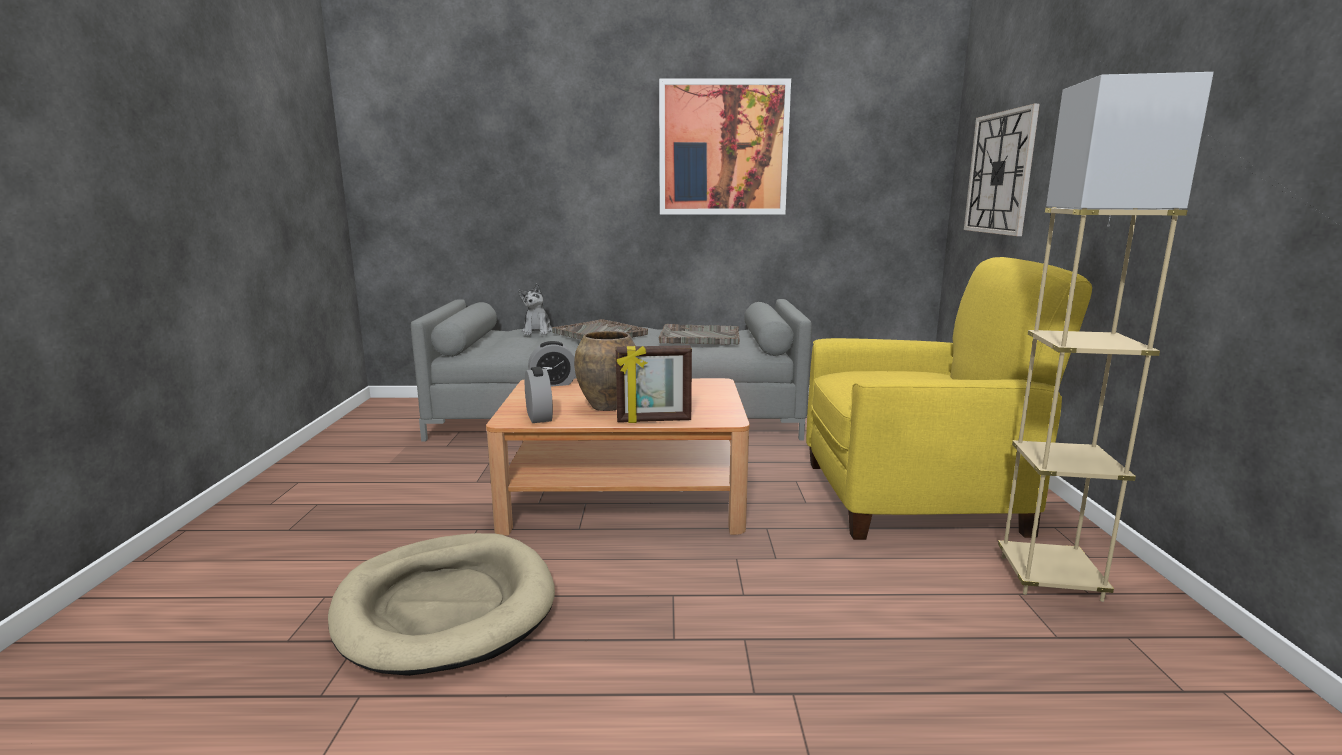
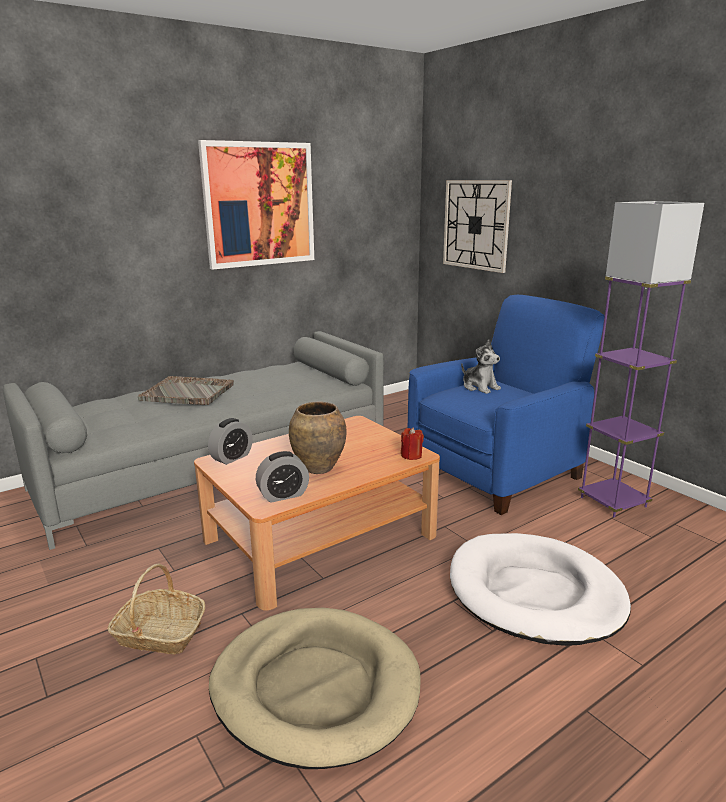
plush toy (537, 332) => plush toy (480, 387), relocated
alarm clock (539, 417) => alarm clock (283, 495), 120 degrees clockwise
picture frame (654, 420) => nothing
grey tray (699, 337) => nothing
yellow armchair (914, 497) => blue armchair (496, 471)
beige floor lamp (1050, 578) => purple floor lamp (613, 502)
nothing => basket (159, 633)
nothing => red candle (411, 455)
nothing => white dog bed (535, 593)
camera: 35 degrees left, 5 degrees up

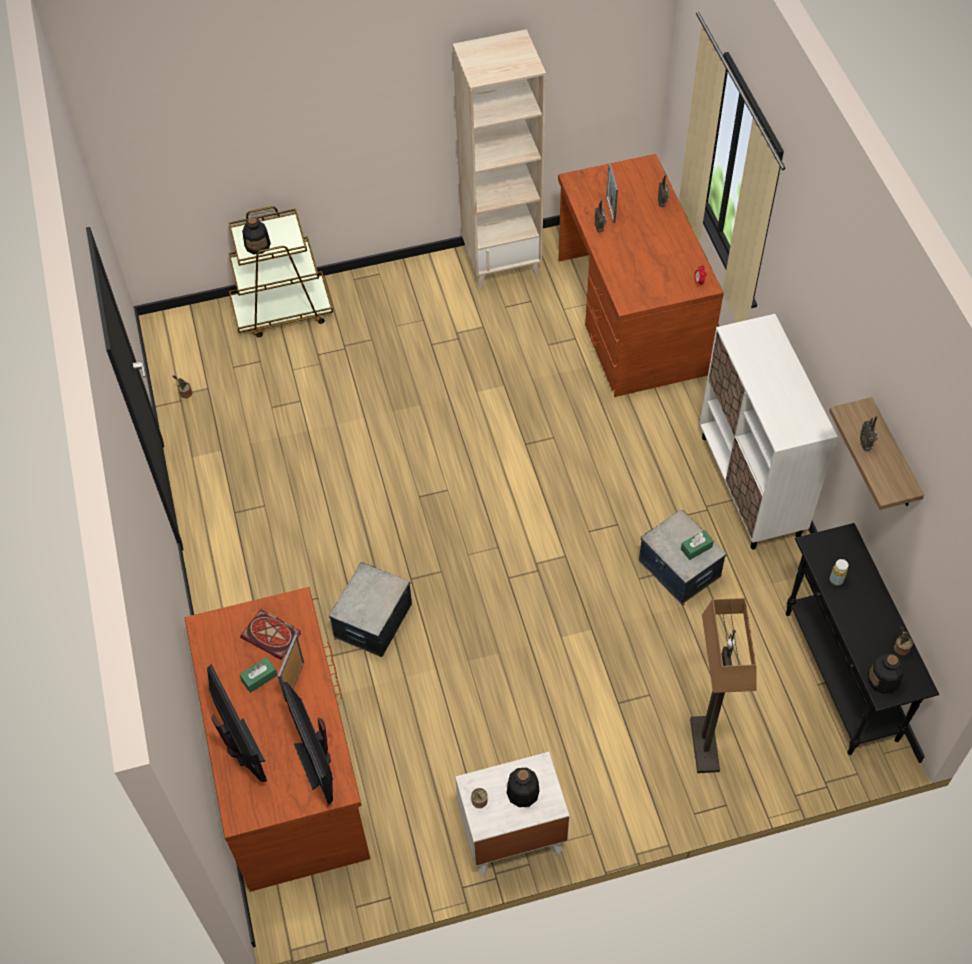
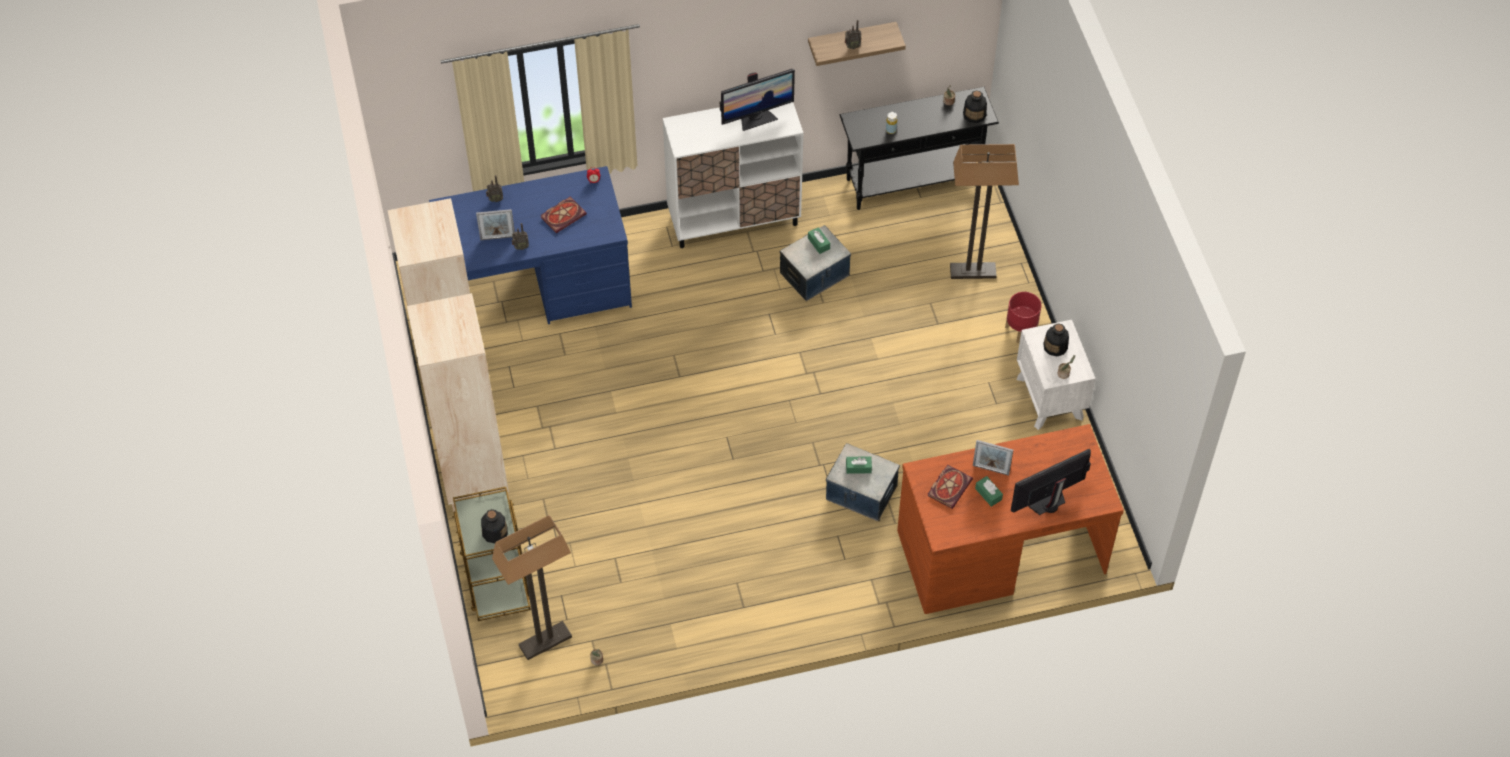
monitor (316, 761) => monitor (756, 118), relocated
brown desk (630, 316) => blue desk (537, 289)
nothing => beige bookcase (474, 480)
nothing => floor lamp (545, 642)
nothing => book (563, 215)
nothing => green tissue box (858, 467)
nothing => red planter (1021, 330)
camera: 90 degrees left, 0 degrees up

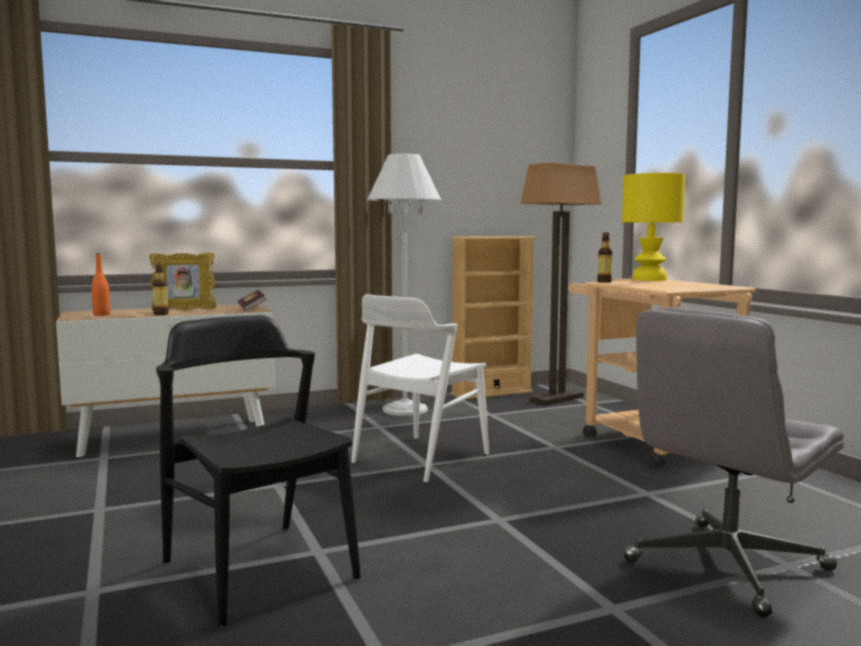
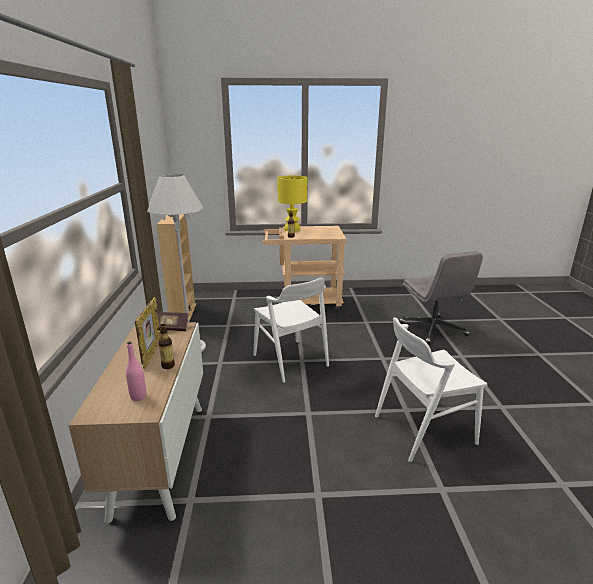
orange bottle (101, 315) => pink bottle (138, 396)
black chair (259, 570) => white chair (423, 429)
floor lamp (557, 399) => nothing
camera: 70 degrees left, 15 degrees up

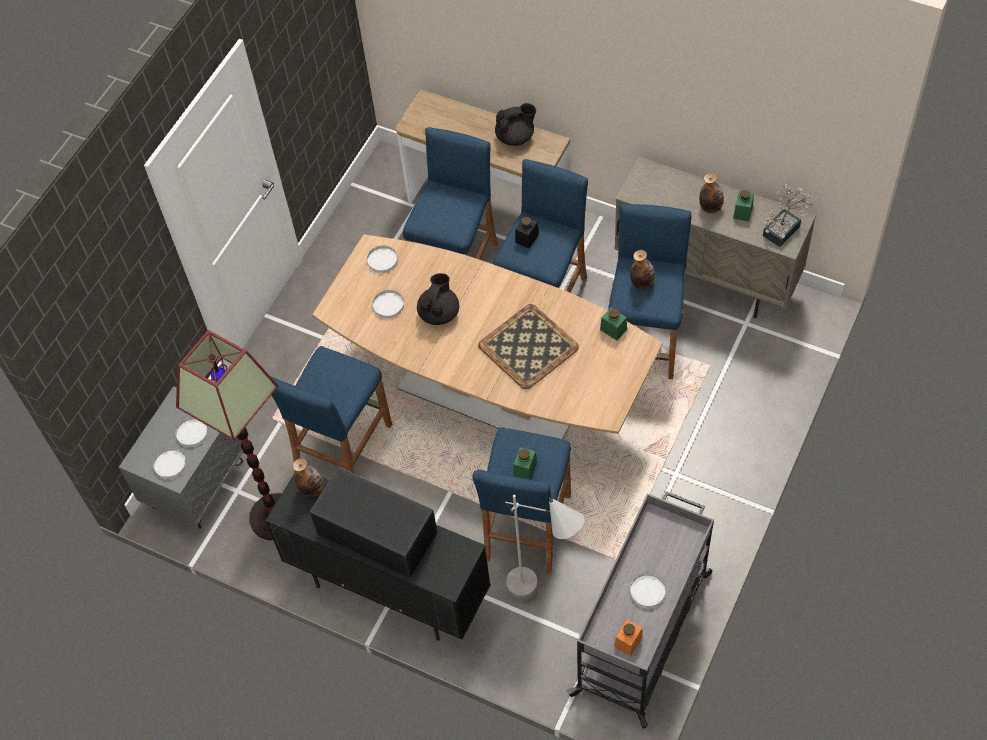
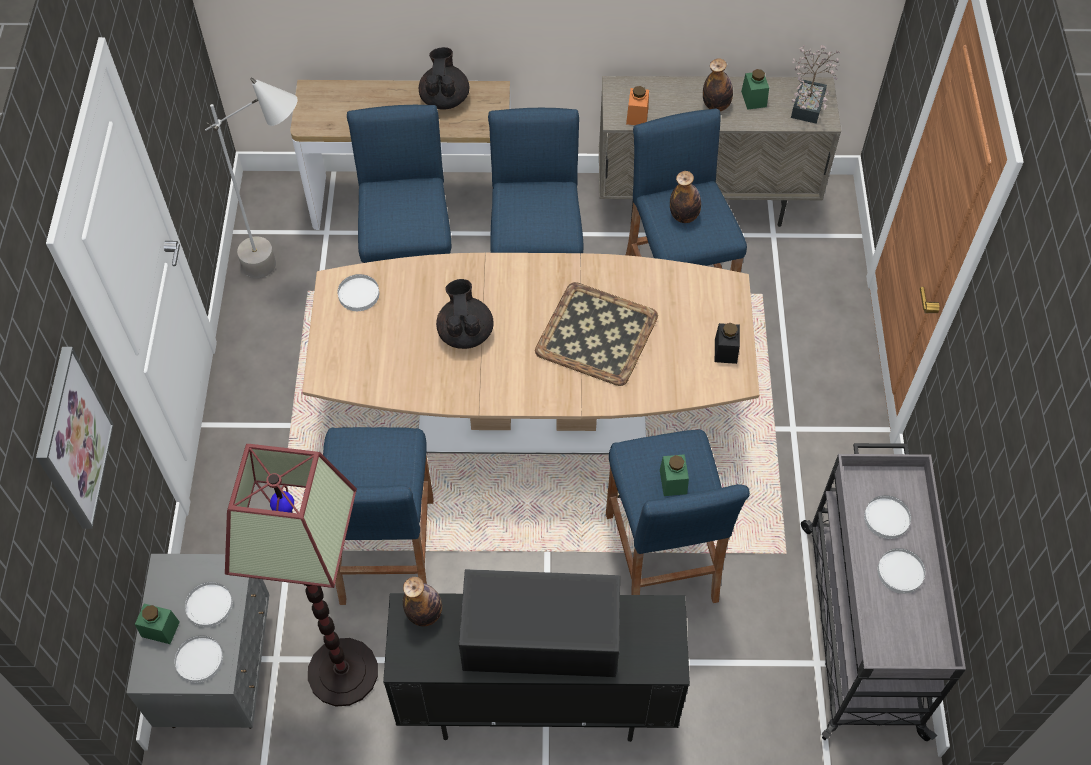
white plate (388, 305) => white plate (886, 518), relocated
black teapot (515, 137) => black teapot (444, 98), 45 degrees counterclockwise
grey floor lamp (544, 602) => grey floor lamp (287, 267), relocated
black jar (527, 238) => black jar (725, 351), relocated
green jar (613, 329) => green jar (160, 629), relocated
orange jar (628, 641) => orange jar (637, 116), relocated
nothing => picture (72, 439)
camera: 30 degrees left, 0 degrees up

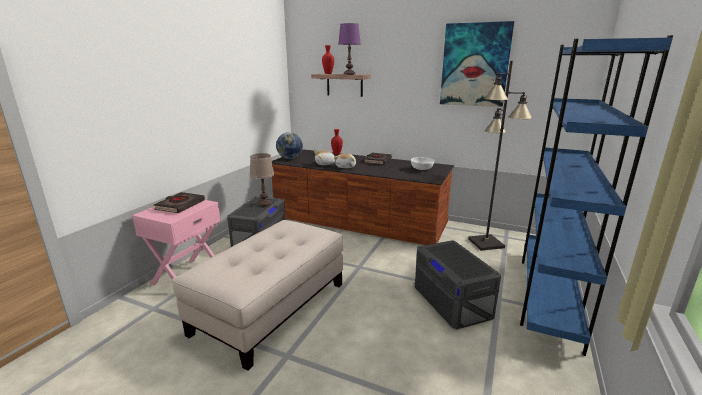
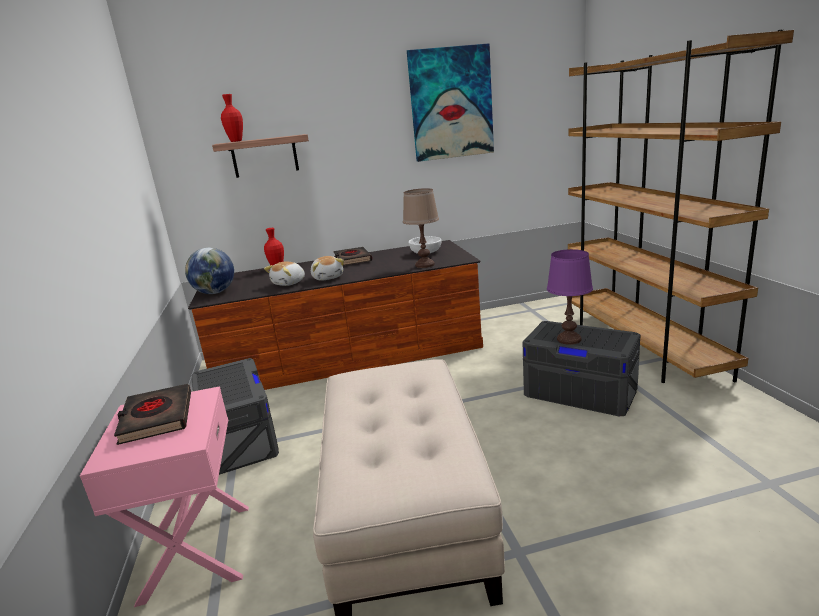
brown table lamp (264, 204) => brown table lamp (425, 265), relocated
purple table lamp (349, 74) => purple table lamp (568, 339), relocated
black floor lamp (485, 243) => nothing
blue bookcase (548, 295) => brown bookcase (642, 347)
camera: 35 degrees left, 0 degrees up

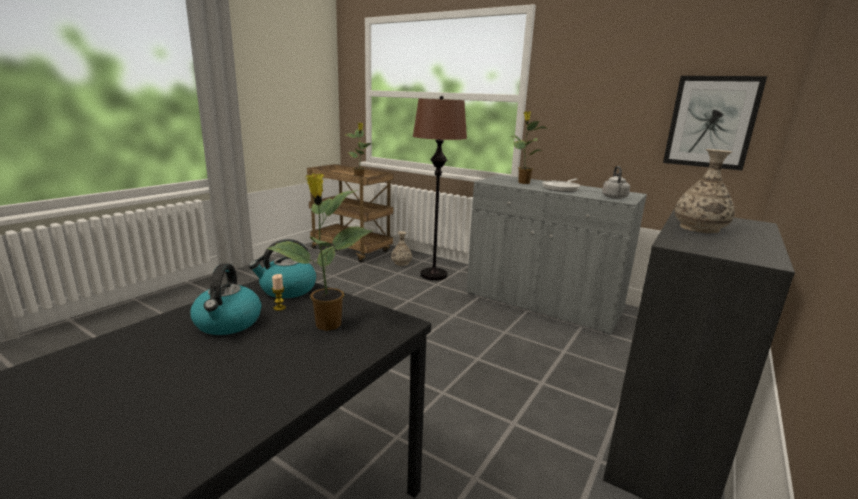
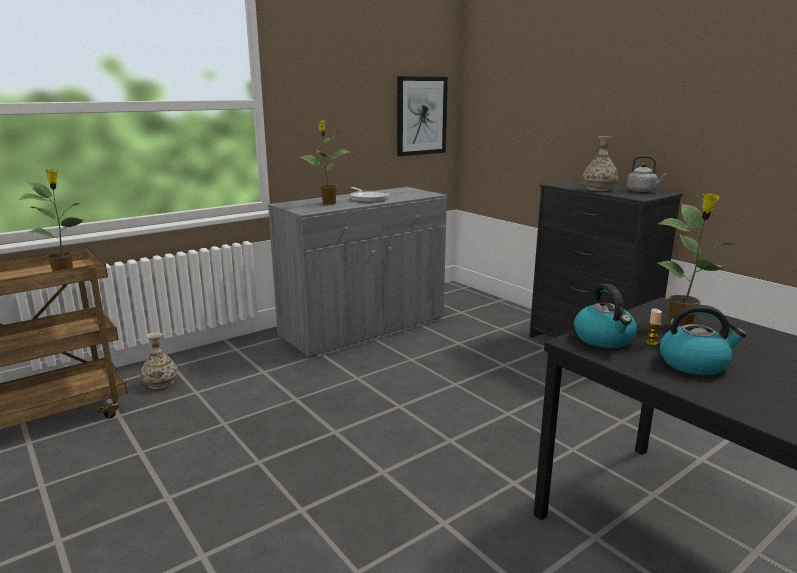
brown floor lamp (434, 275) => nothing
grey kettle (614, 198) => grey kettle (642, 191), relocated
camera: 70 degrees left, 0 degrees up

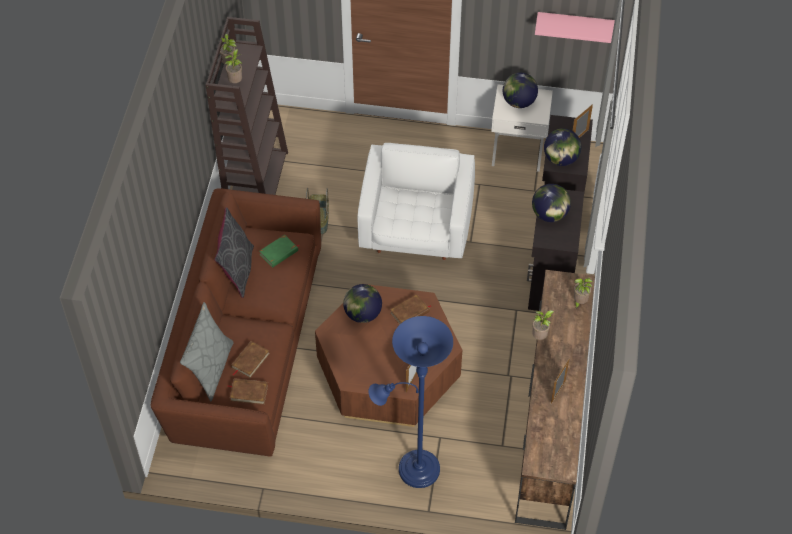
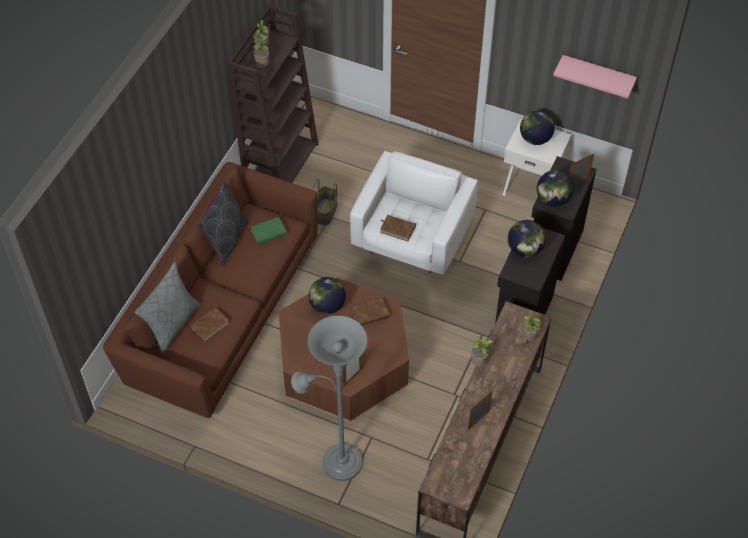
brown book (249, 392) => brown book (397, 229), relocated
blue floor lamp (413, 469) => grey floor lamp (337, 461)
camera: 15 degrees right, 0 degrees up

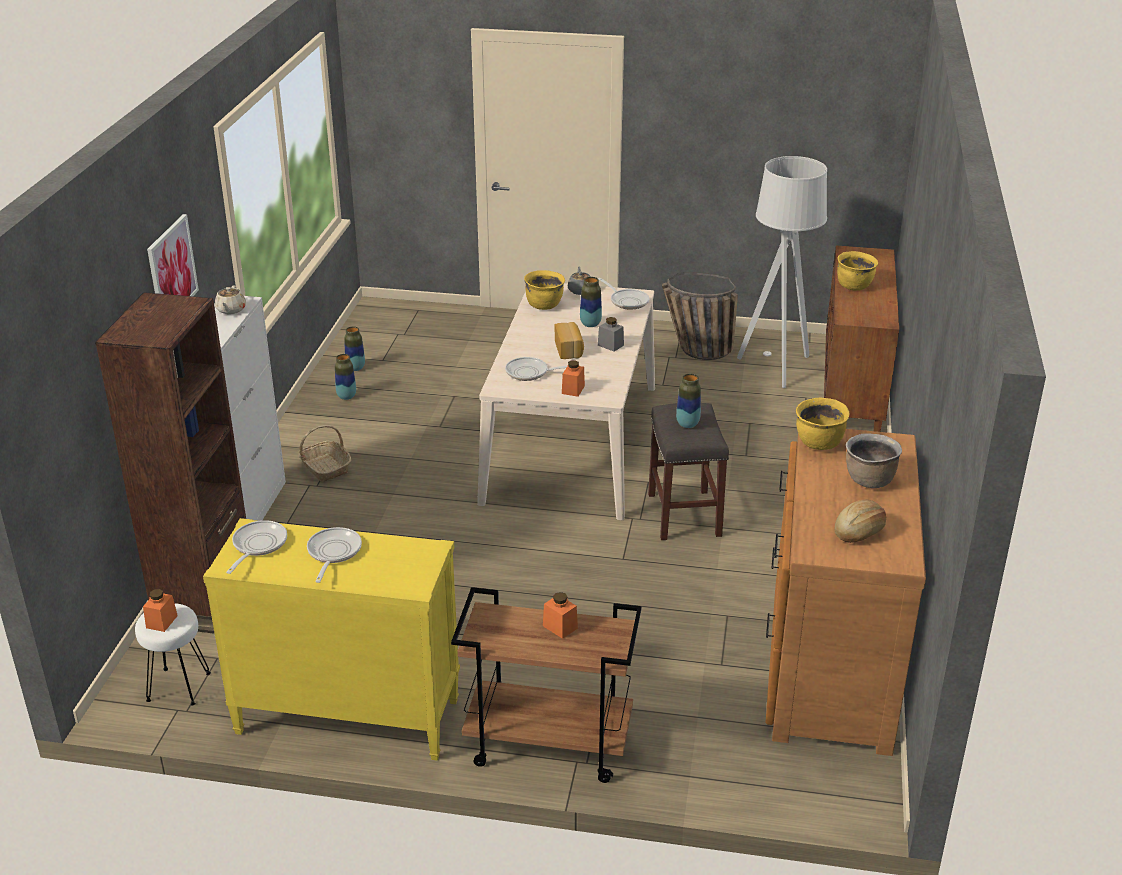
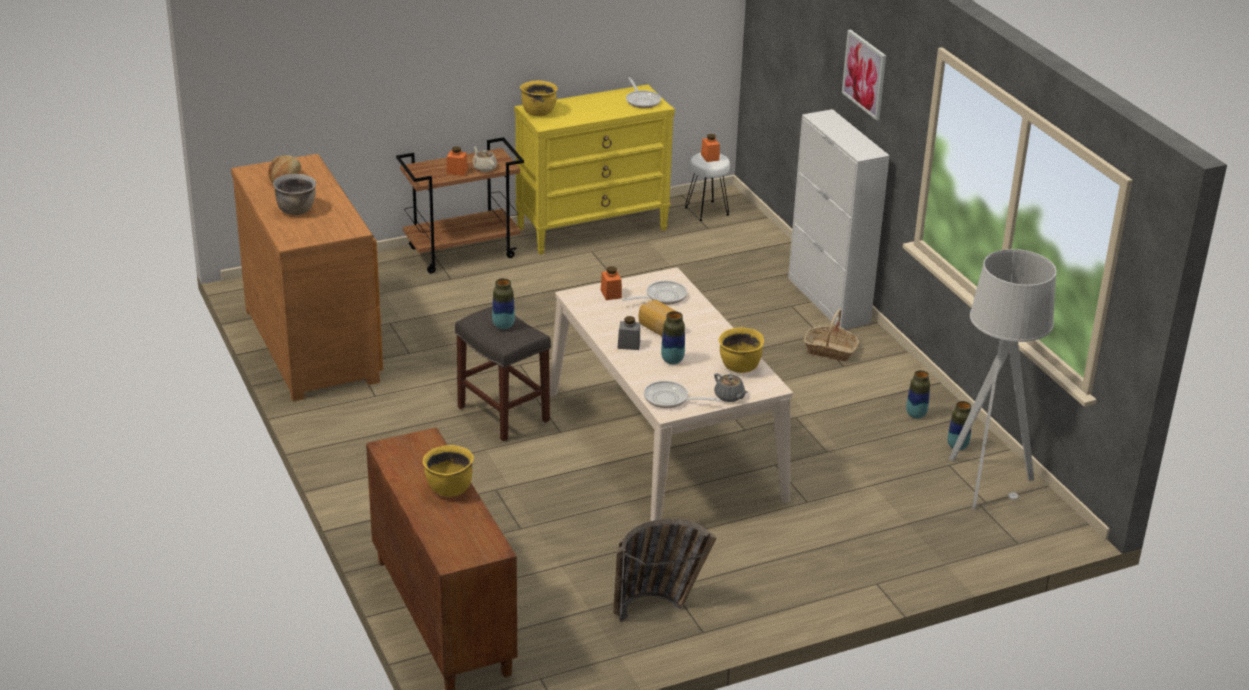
brown bookcase (205, 598) => nothing
beige teapot (231, 310) => beige teapot (484, 168), relocated
frying pan (333, 553) => nothing
grey floor lamp (776, 367) => grey floor lamp (985, 482), relocated
yellow cooking pot (819, 443) => yellow cooking pot (538, 112), relocated
camera: 145 degrees right, 0 degrees up

